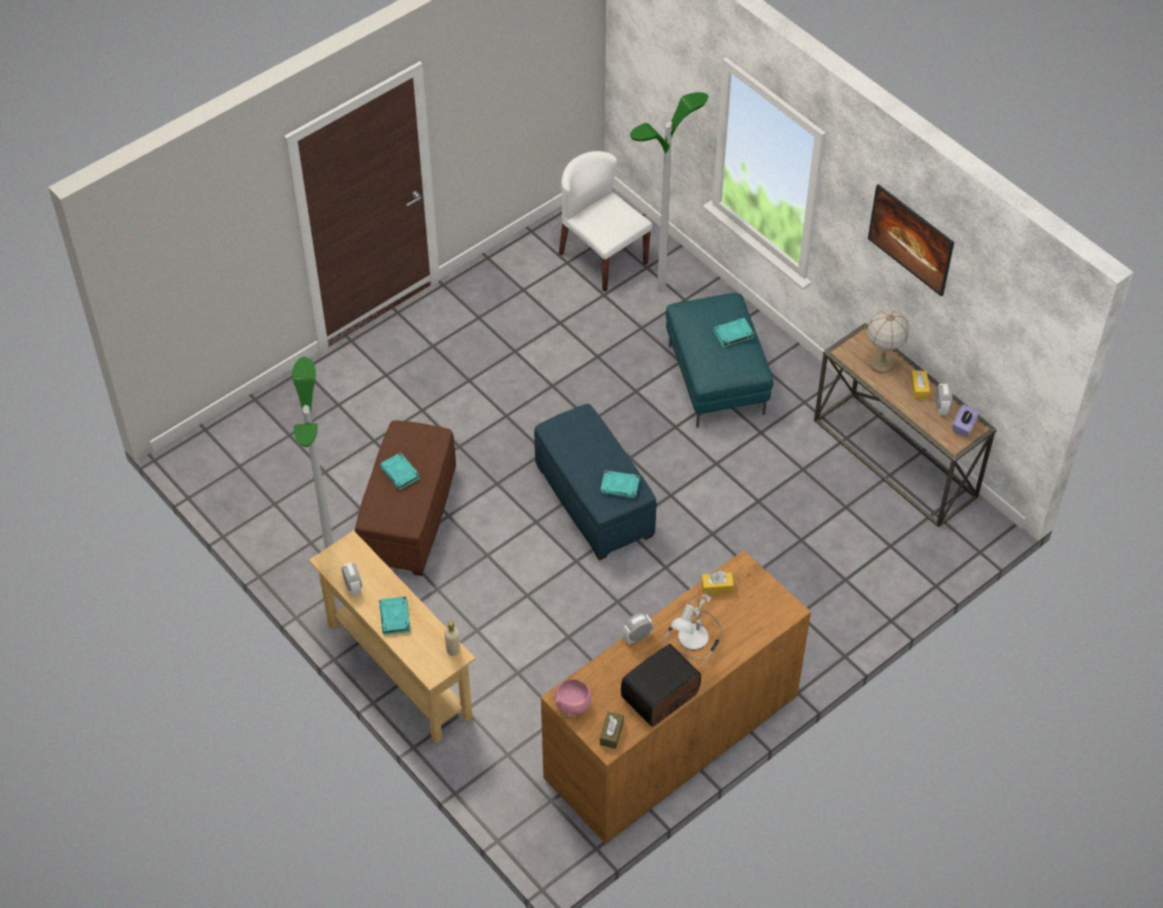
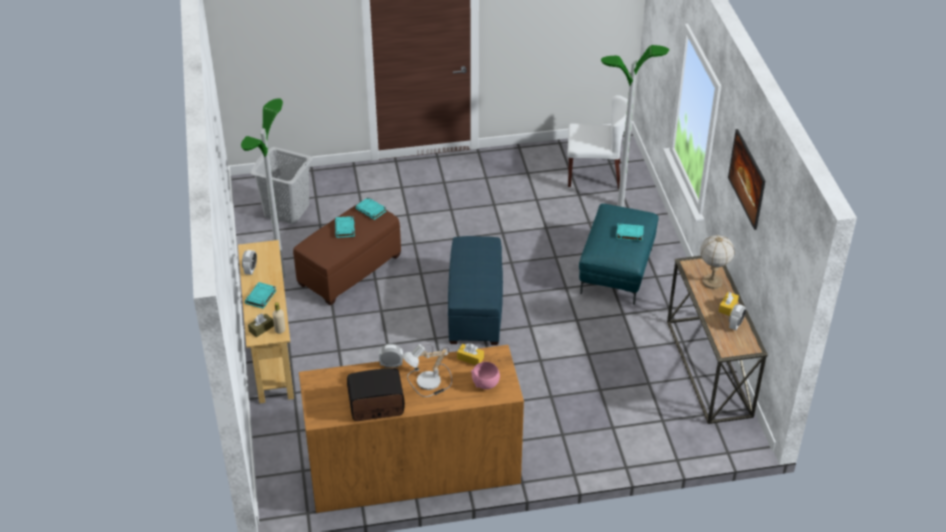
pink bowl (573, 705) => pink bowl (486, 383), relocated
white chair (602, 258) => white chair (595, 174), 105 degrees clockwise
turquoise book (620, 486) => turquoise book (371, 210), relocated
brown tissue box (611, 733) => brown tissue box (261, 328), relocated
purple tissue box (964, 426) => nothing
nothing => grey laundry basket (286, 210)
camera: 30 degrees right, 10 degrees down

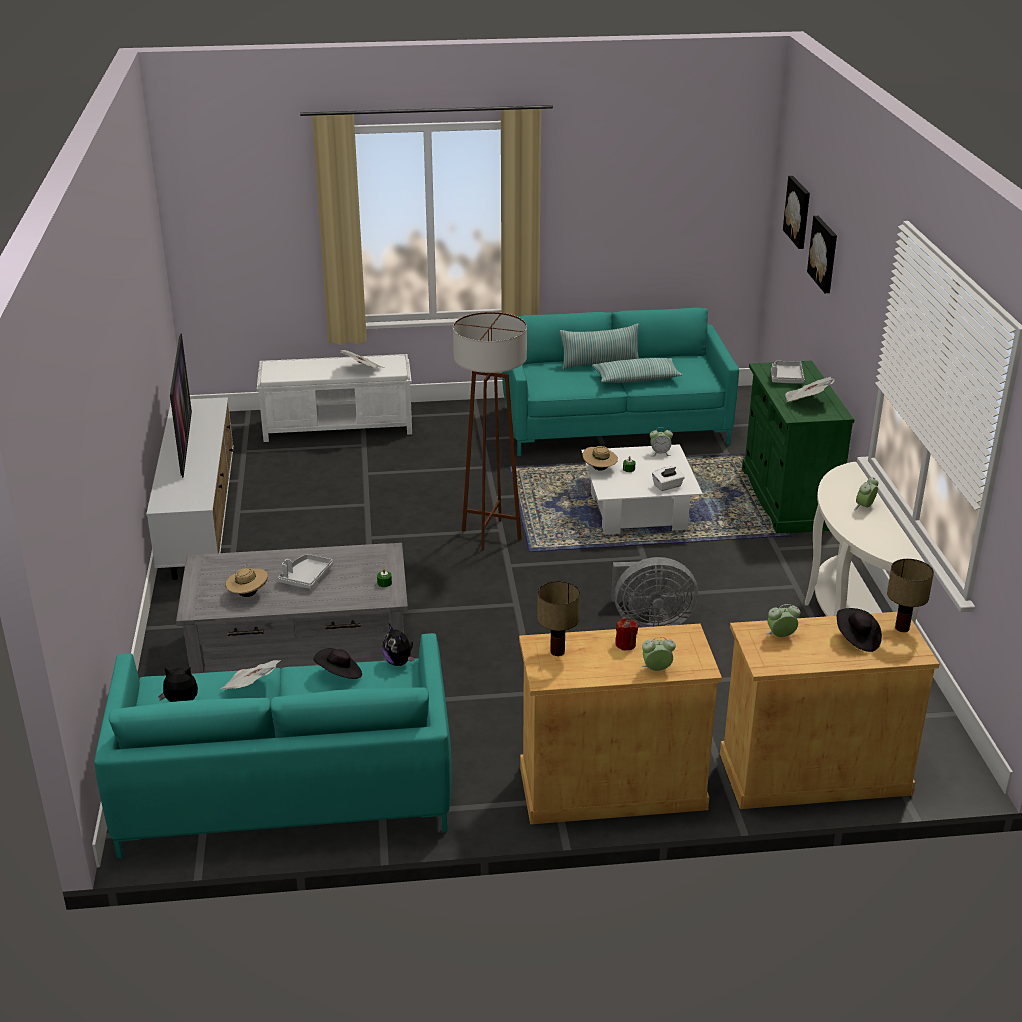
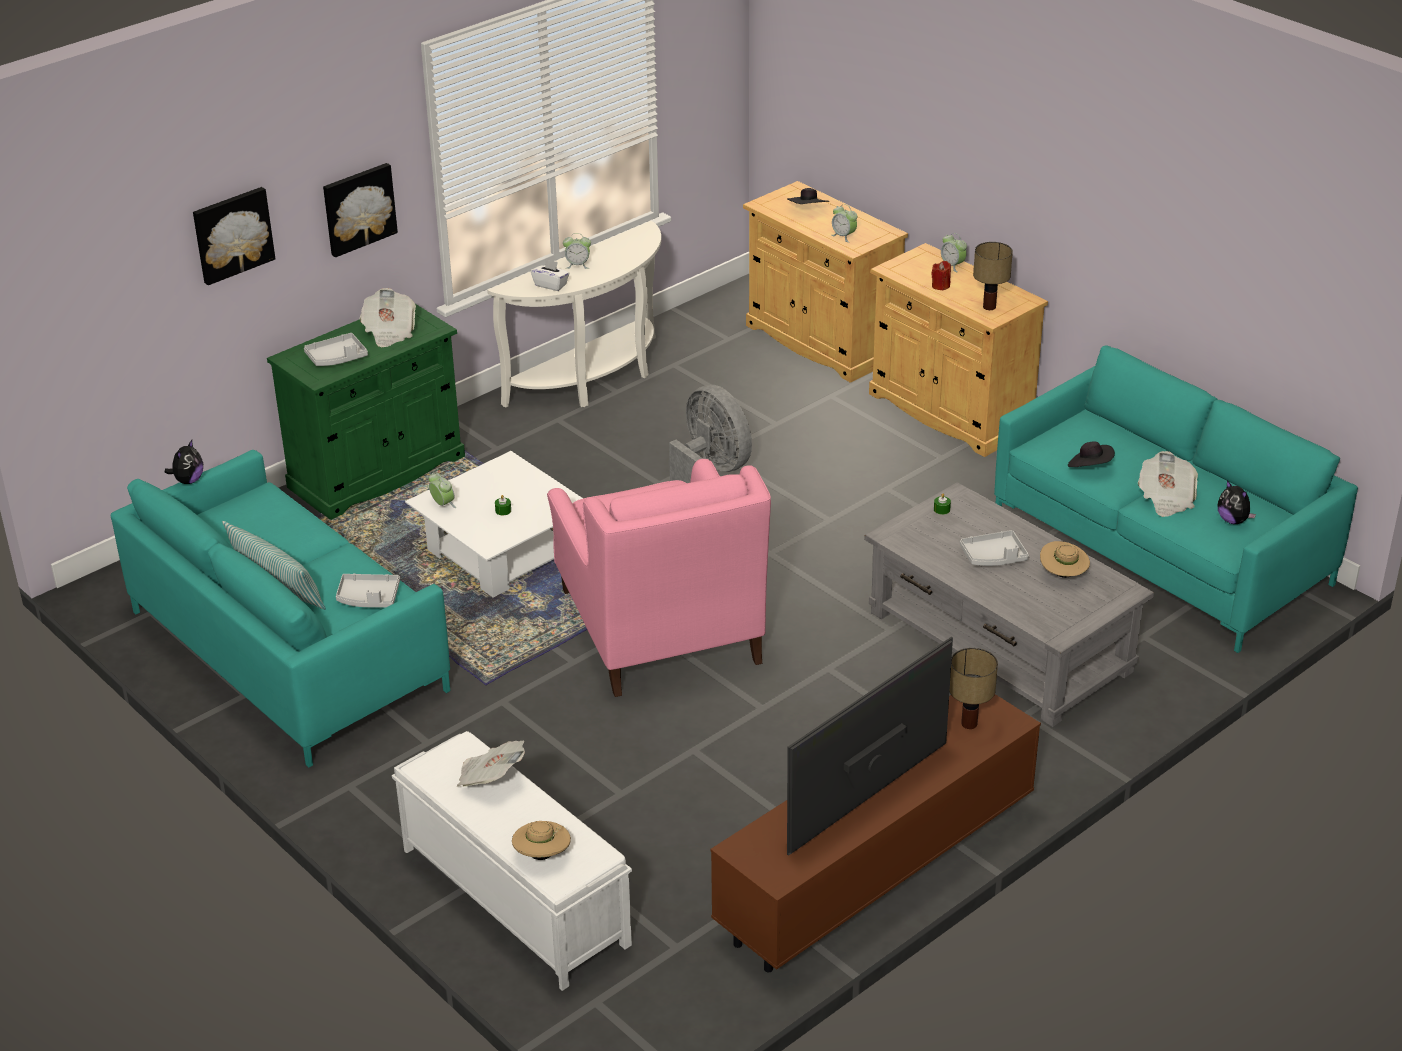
white tv stand (200, 517) => brown tv stand (874, 871)
plush toy (399, 662) => plush toy (188, 480), relocated
brown floor lamp (491, 535) => pink armchair (659, 625)
beige hat (599, 469) => beige hat (542, 855), relocated
pillow (636, 379) => nothing
white tissue box (667, 486) => white tissue box (551, 285), relocated
picture (799, 211) => picture (358, 208), relocated
table lamp (903, 628) => table lamp (968, 723), relocated
nothing => grey tray (368, 598)
camera: 125 degrees left, 5 degrees up

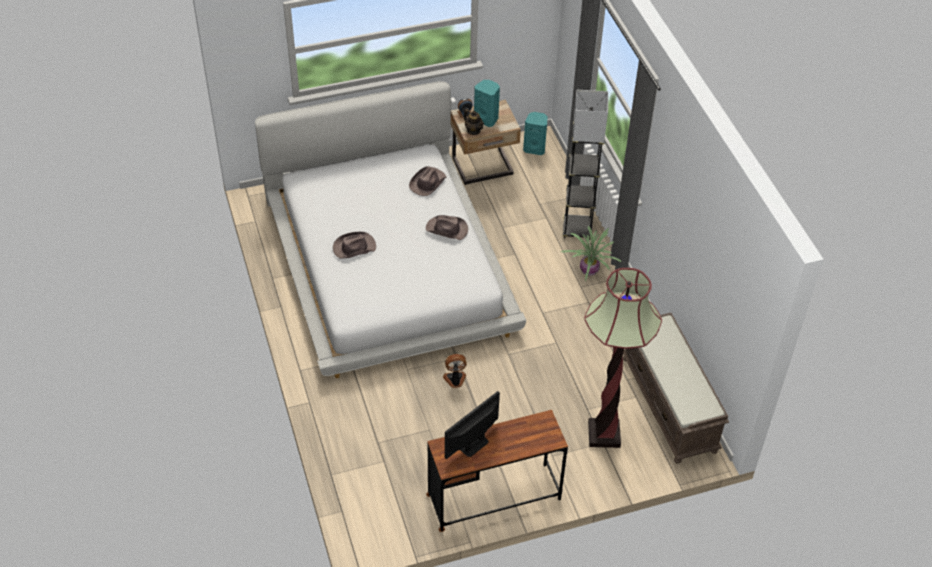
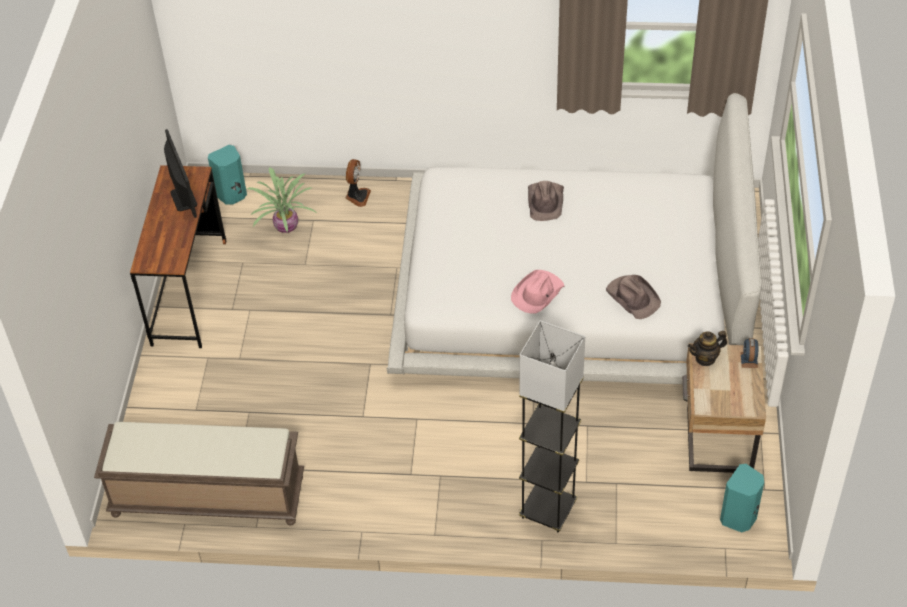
brown hat (447, 229) => pink hat (537, 294)
fan (455, 380) => fan (357, 196), relocated
turquoise speaker (486, 119) => turquoise speaker (232, 195), relocated
potted plant (588, 271) => potted plant (286, 226), relocated
floor lamp (604, 434) => nothing
camera: 115 degrees right, 0 degrees up

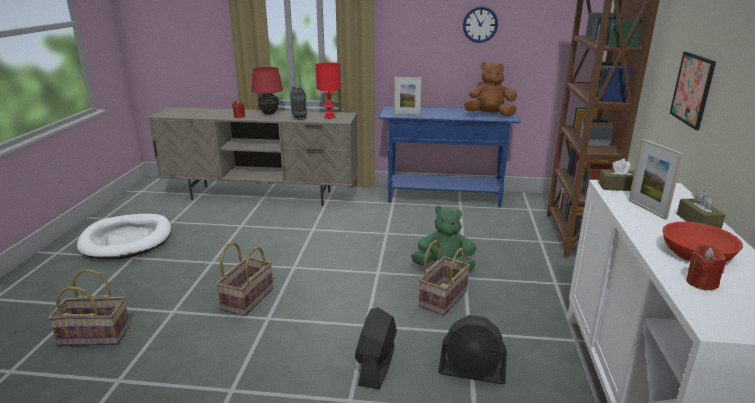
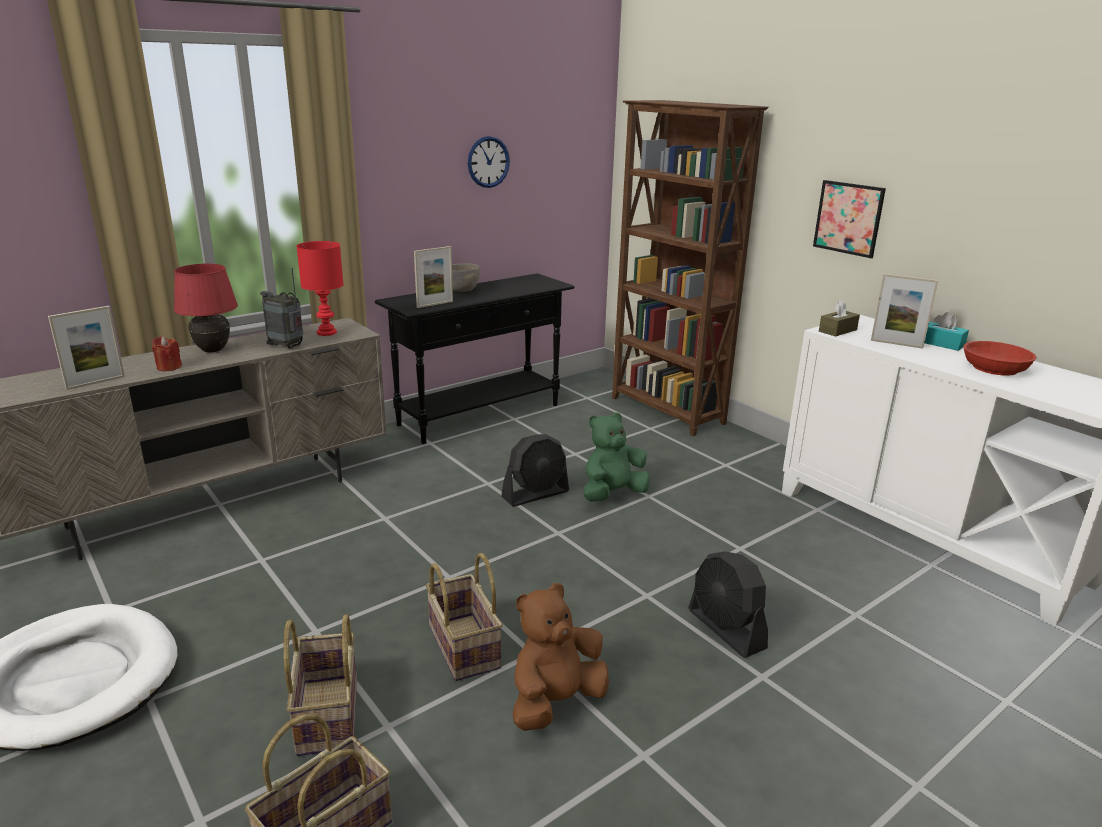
blue console table (444, 198) => black console table (480, 415)
basket (442, 298) => basket (326, 714), relocated
black fan (472, 372) => black fan (535, 494), relocated
brown plush toy (489, 115) => brown plush toy (555, 702), relocated
brown tissue box (697, 222) => turquoise tissue box (941, 344)
red candle (701, 283) => nothing
nothing => picture frame (95, 382)
nothing => grey bowl (462, 290)
camera: 45 degrees left, 0 degrees up

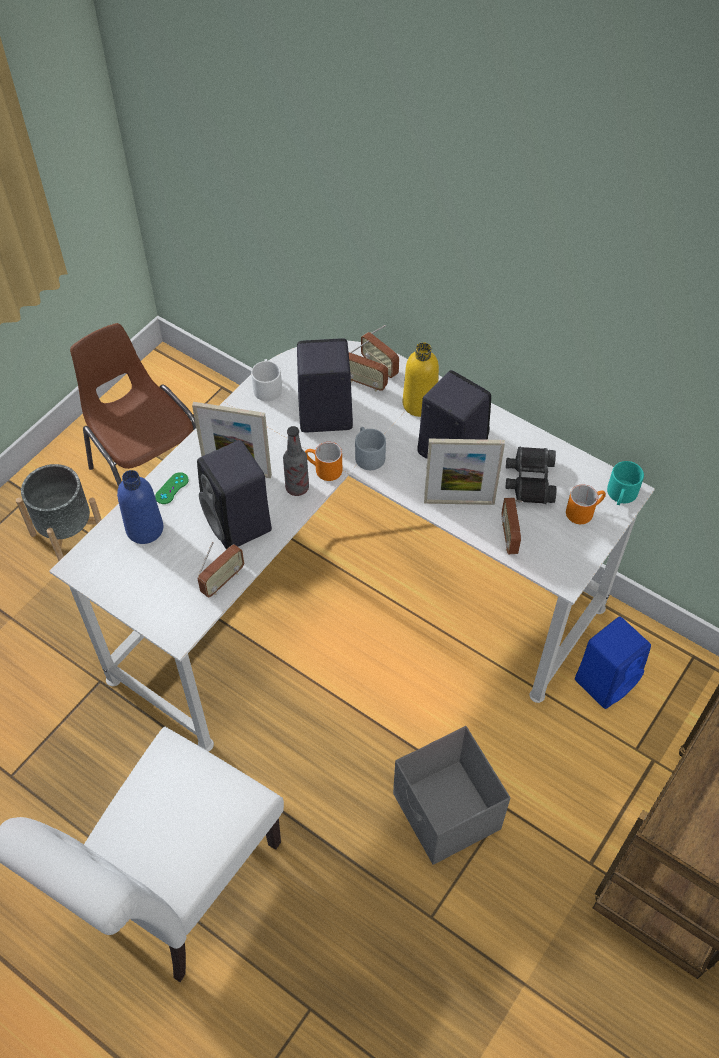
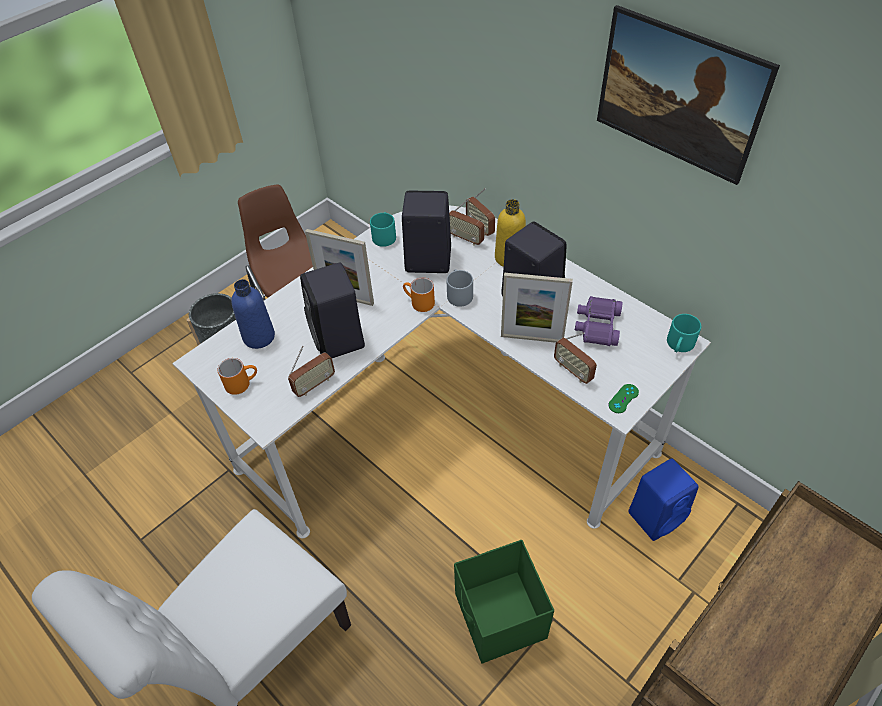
green game controller (172, 488) => green game controller (623, 398), relocated
white mug (267, 386) => turquoise mug (384, 235)
bottle (297, 488) => nothing
grey storage box (446, 813) => green storage box (500, 618)
radio (509, 536) => radio (573, 371), 45 degrees counterclockwise
black binoculars (529, 480) => purple binoculars (597, 326)
orange mug (583, 510) => orange mug (242, 382), relocated
nothing => picture (672, 123)
camera: 10 degrees right, 5 degrees down

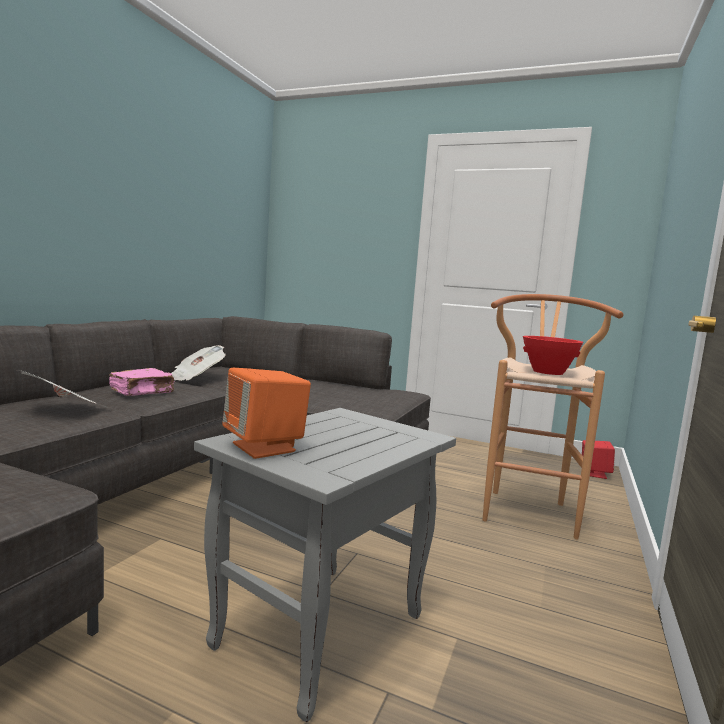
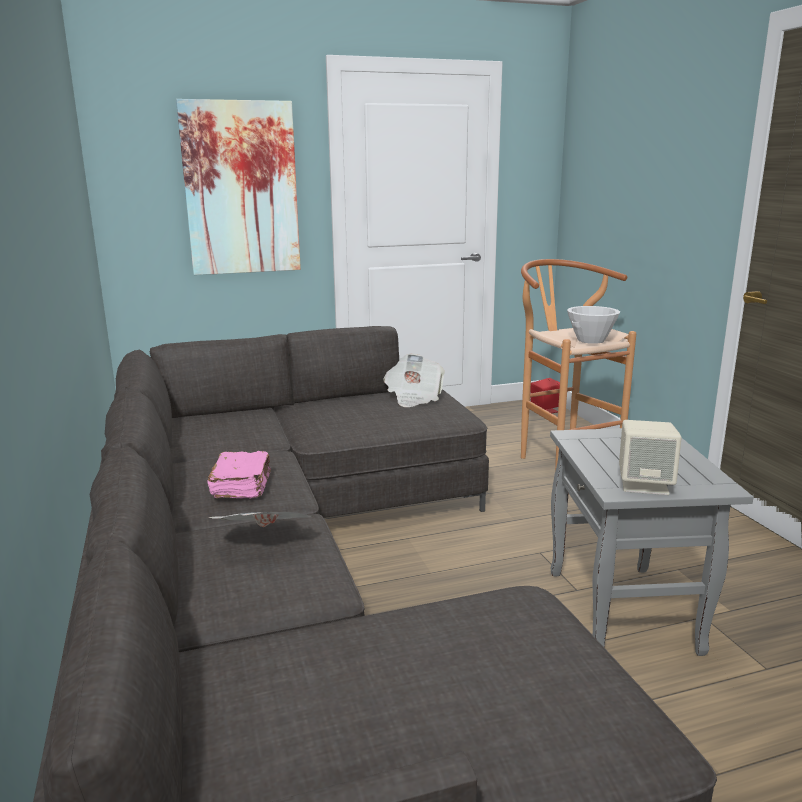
newspaper (195, 378) => newspaper (413, 397), relocated
orange speaker (265, 447) => beige speaker (644, 485)
red bowl (548, 372) => white bowl (591, 340)
nothing => picture (241, 189)
camera: 40 degrees left, 10 degrees up

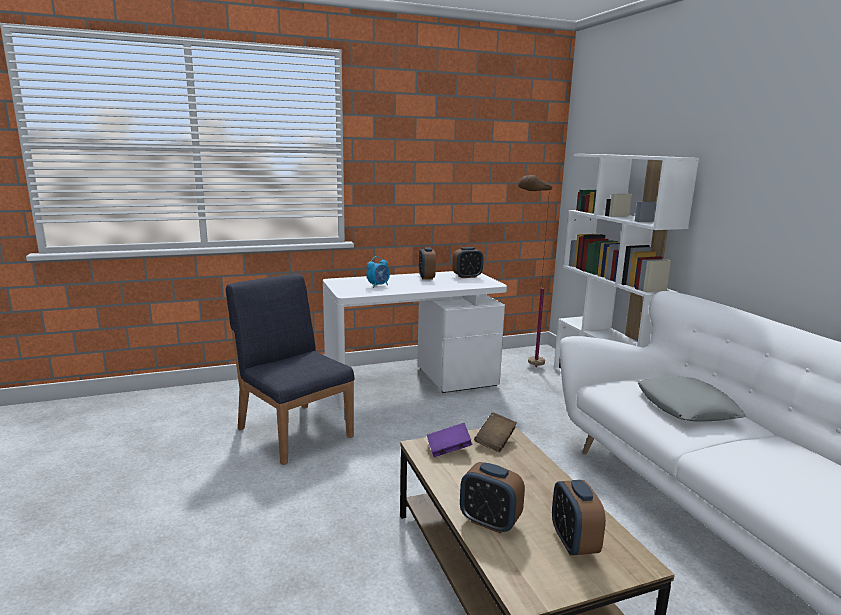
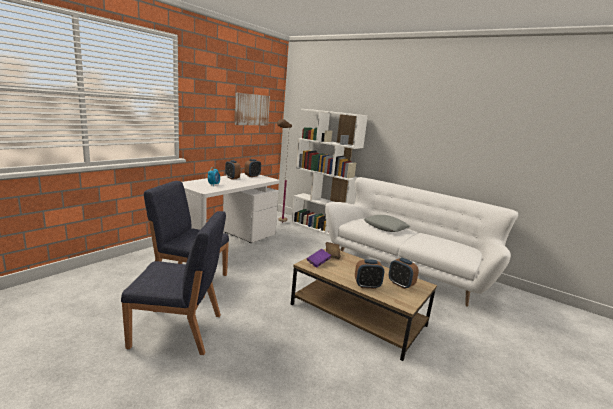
nothing => blue chair (178, 331)
nothing => picture (252, 109)
camera: 35 degrees left, 0 degrees up

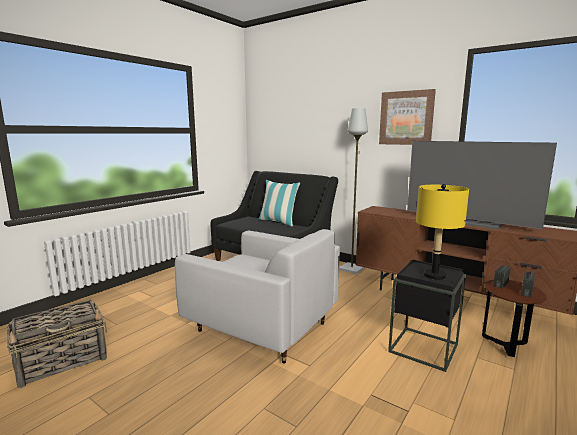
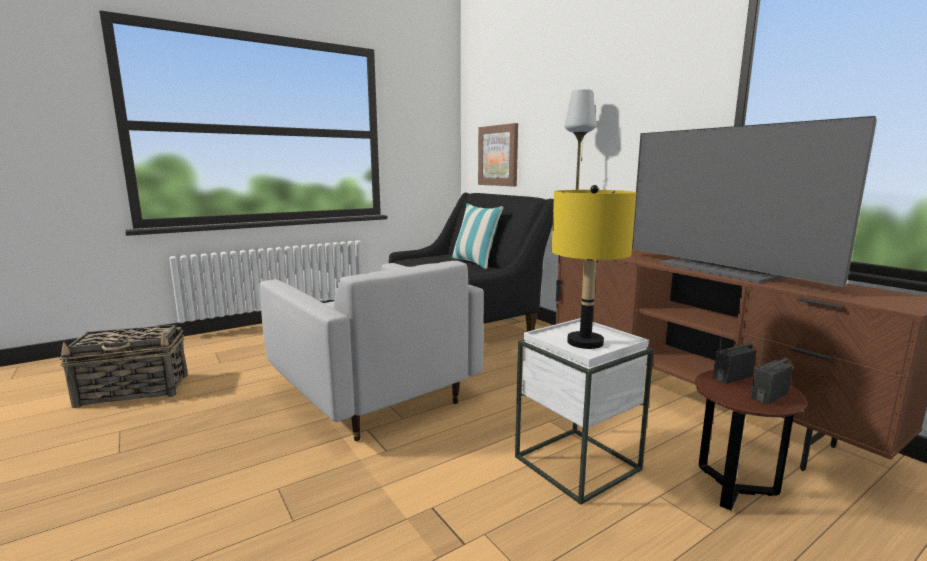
picture (406, 118) => picture (498, 155), relocated
black side table (423, 348) => white side table (577, 463)
camera: 20 degrees right, 0 degrees up

